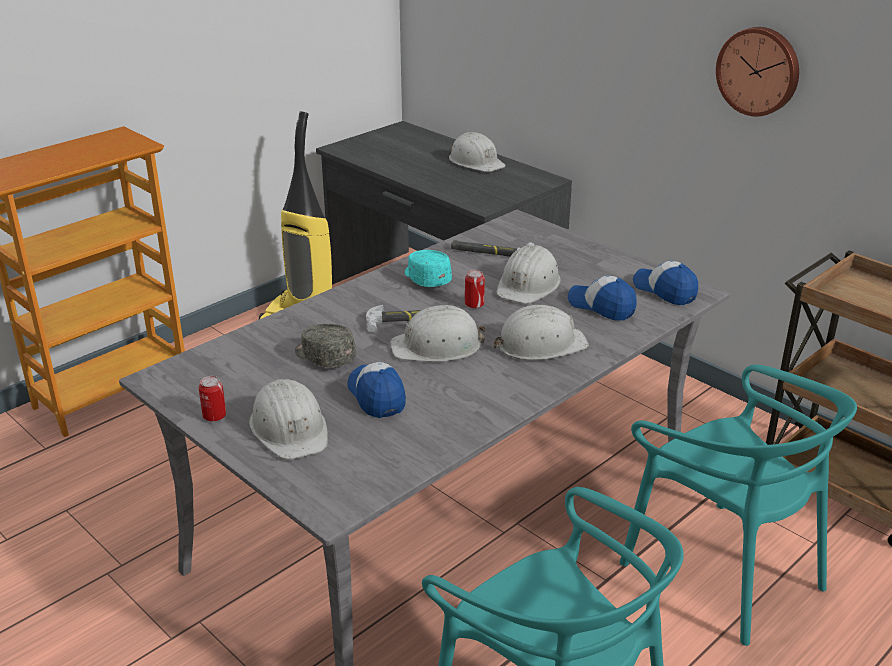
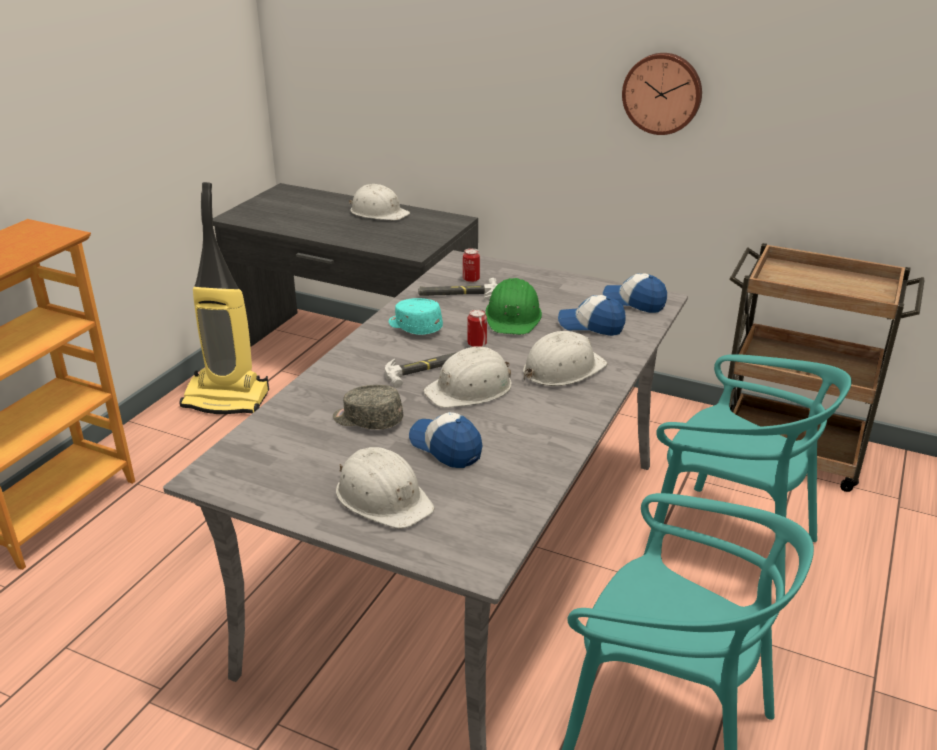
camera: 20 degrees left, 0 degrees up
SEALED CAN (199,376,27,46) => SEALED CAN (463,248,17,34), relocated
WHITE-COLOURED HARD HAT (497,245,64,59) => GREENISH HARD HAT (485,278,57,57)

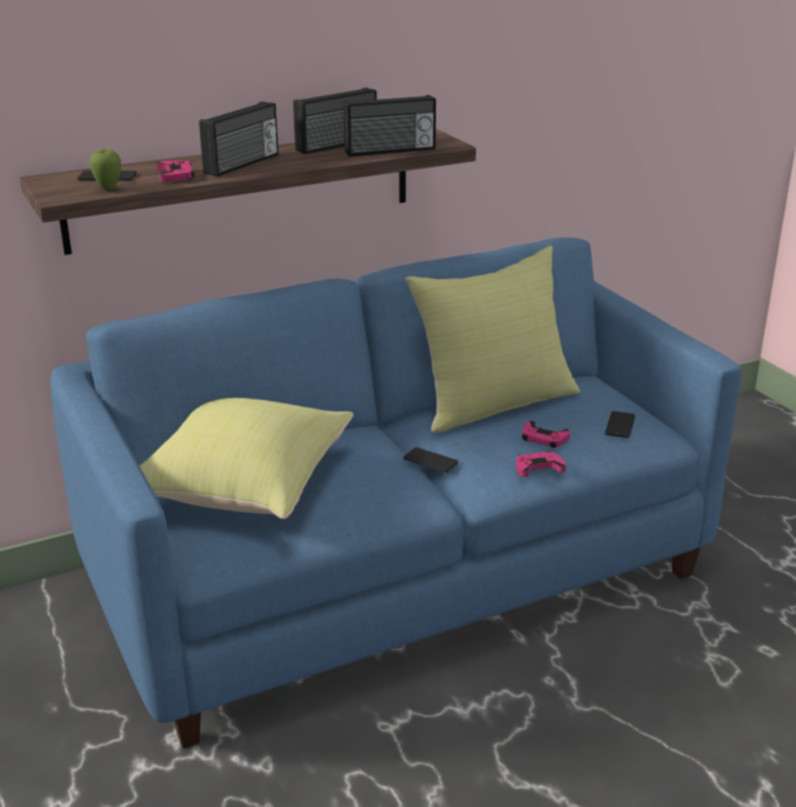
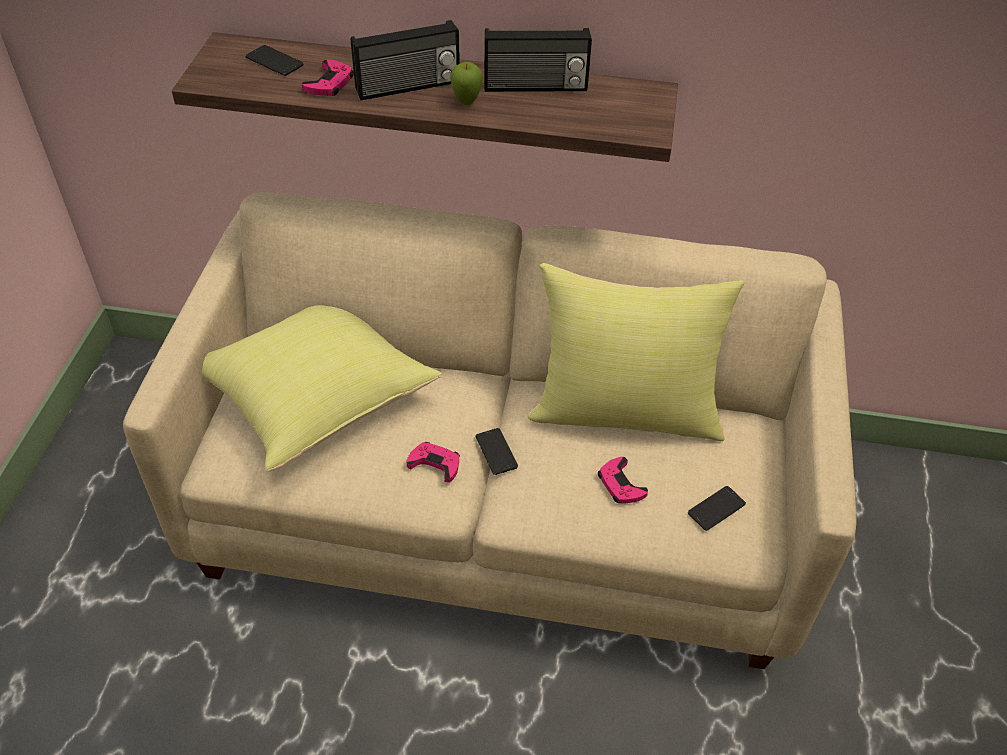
camera: 35 degrees right, 20 degrees up
BLUISH COUCH (50,237,692,512) => BEIGE COUCH (123,192,733,477)
PINK-COLOURED GAMEPAD (516,452,50,25) => PINK-COLOURED GAMEPAD (407,442,53,40), relocated
APPLE FRUIT (89,149,32,41) => APPLE FRUIT (450,62,33,43), relocated
RADIO SET (343,95,93,62) => nothing

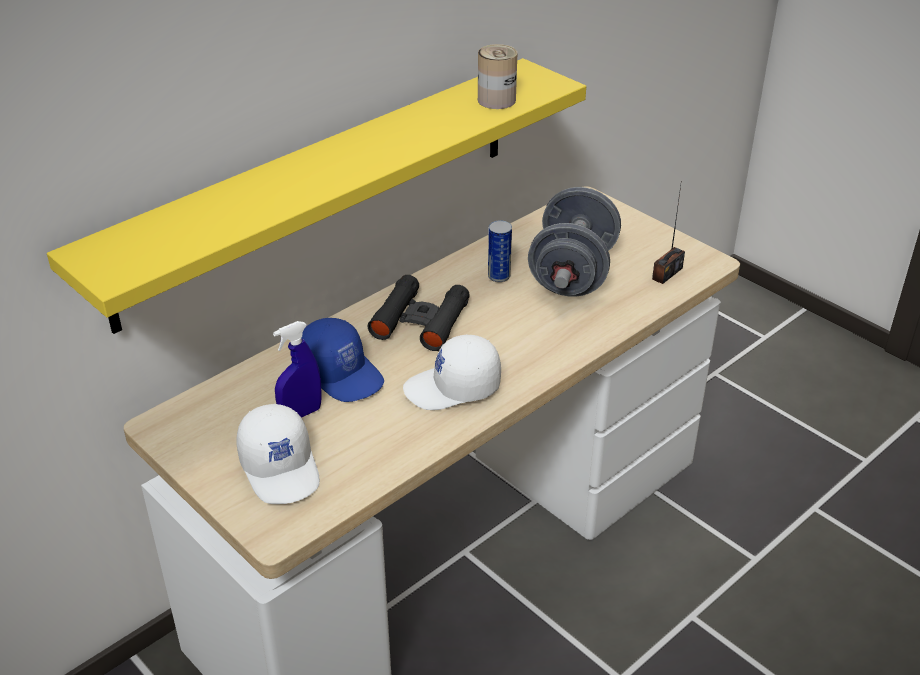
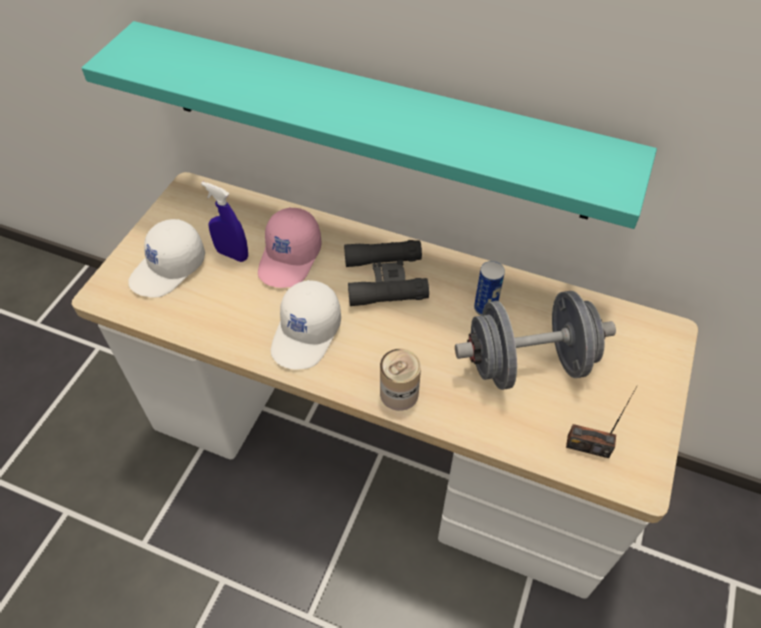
camera: 65 degrees right, 15 degrees up
YELLOWISH WALL SHELF (47,58,539,276) => TURQUOISE-COLOURED WALL SHELF (82,21,575,208)
BLUISH CAP (301,318,83,84) => PINK-COLOURED CAP (258,207,63,81)
WHITE-COLOURED CAP (403,334,98,76) => WHITE-COLOURED CAP (271,280,70,90), 120 degrees counterclockwise
SEALED CAN (478,44,39,65) => SEALED CAN (380,349,41,62), relocated

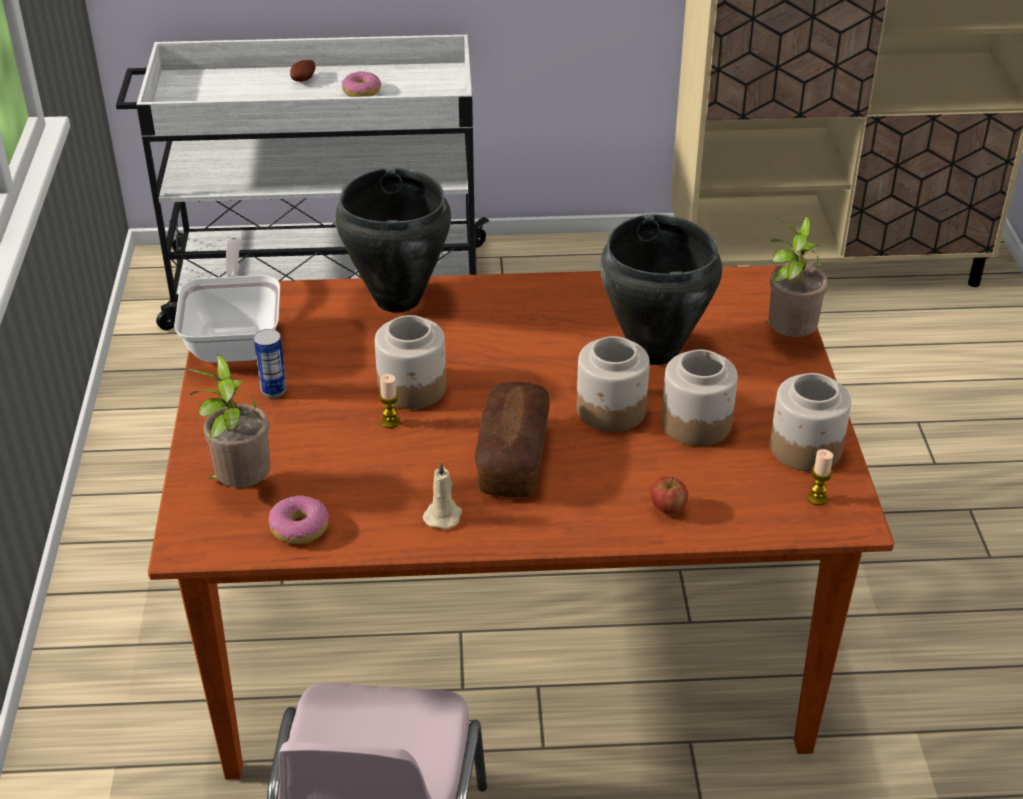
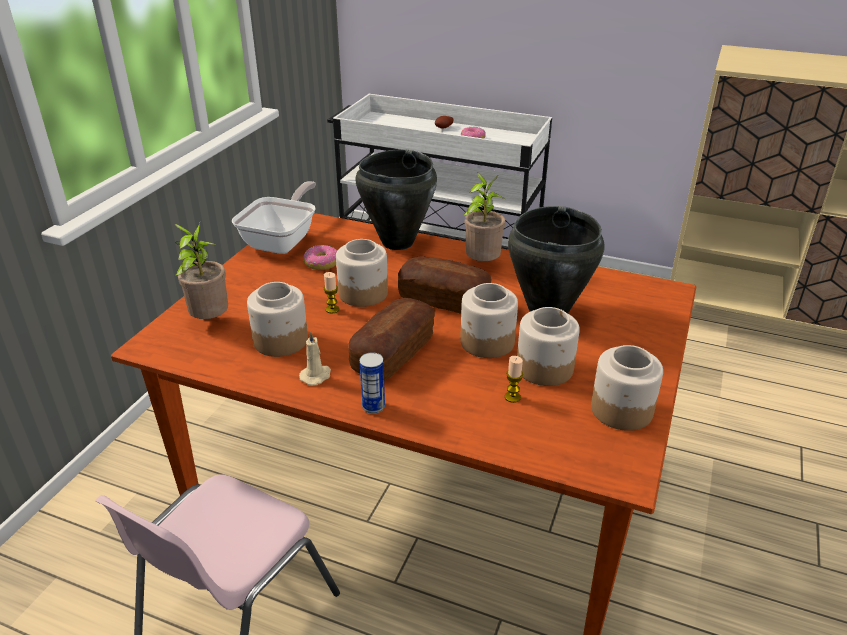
camera: 25 degrees right, 5 degrees down
nothing => PRESERVE JAR (247,282,61,75)
DOUGHNUT (268,495,62,49) => DOUGHNUT (303,245,34,25), relocated
SEALED CAN (254,329,33,69) => SEALED CAN (359,352,26,62), relocated
nothing => BAKED BREAD (398,257,93,57)
HOUSEPLANT (765,216,63,121) => HOUSEPLANT (463,173,42,88), relocated
WAX LIGHT (807,449,26,57) => WAX LIGHT (505,356,18,47), relocated
APPLE FRUIT (650,477,38,38) => nothing

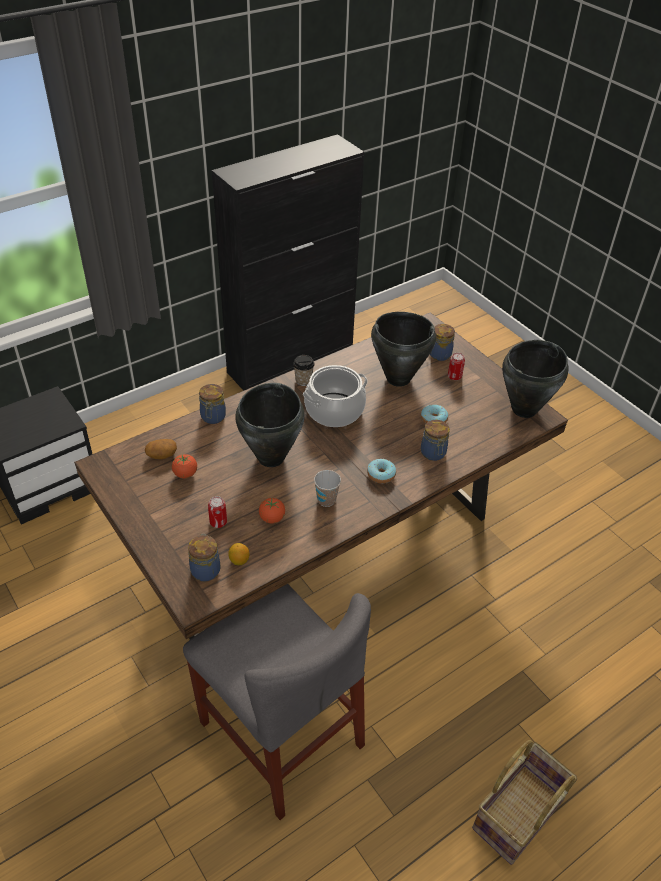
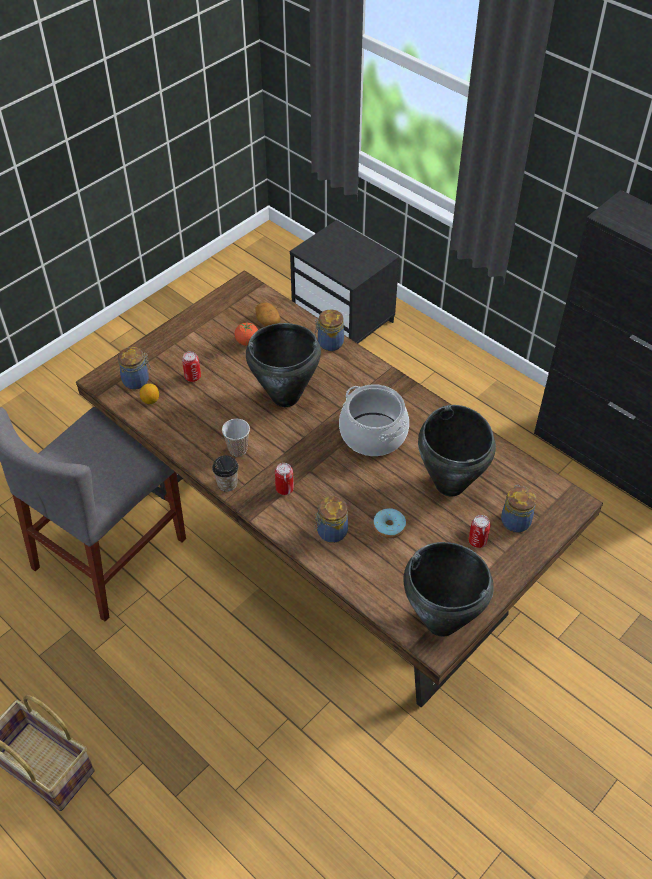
camera: 80 degrees right, 5 degrees up
SMALL CUP (293,355,22,31) => SMALL CUP (212,455,26,37), relocated
DOUGHNUT (367,459,29,25) => SEALED CAN (275,463,19,32)
WHOLE TOMATO (259,498,26,25) => nothing

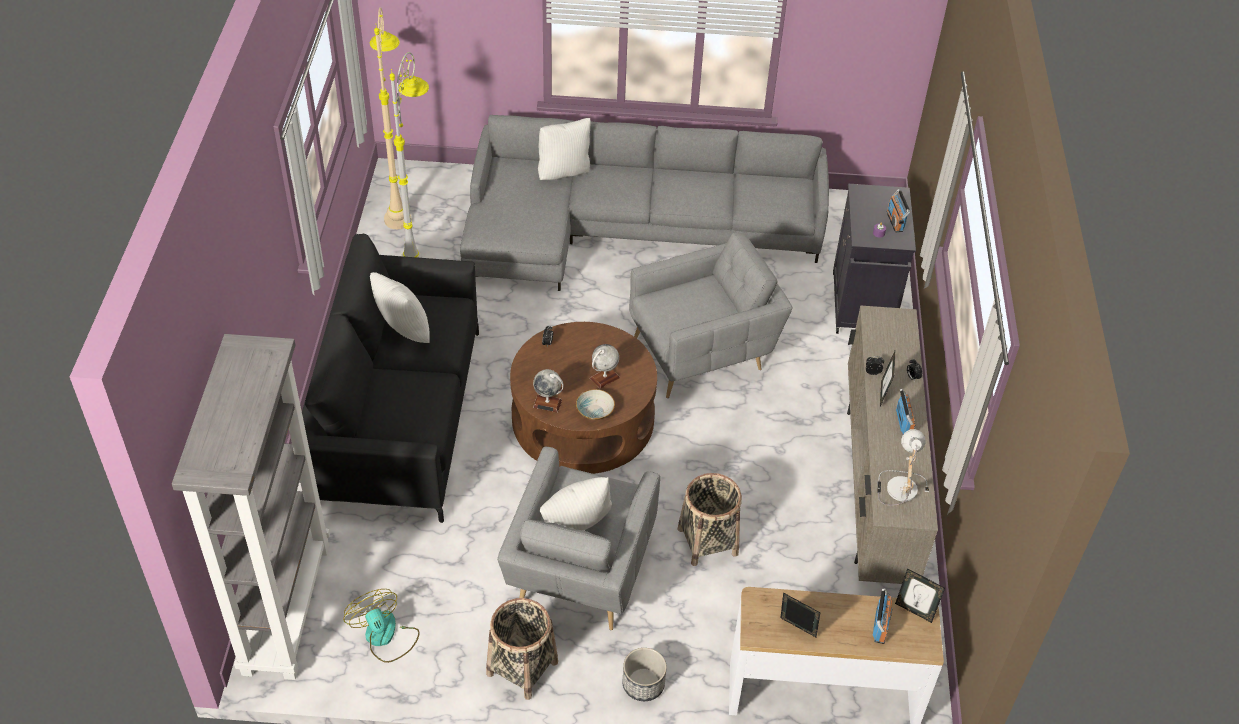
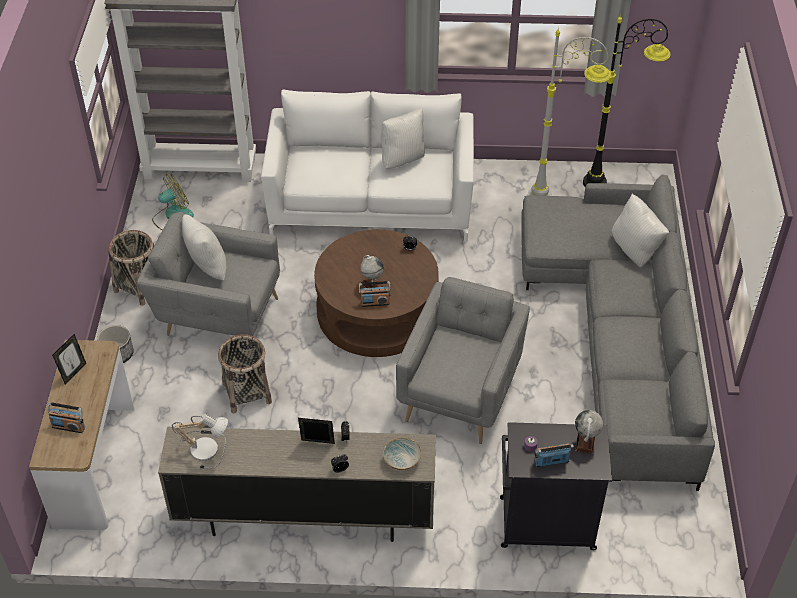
camera: 90 degrees right, 0 degrees up
BLACK-COLOURED COUCH (302,234,177,289) => WHITE-COLOURED COUCH (261,89,213,153)
RADIO SET (896,388,20,46) => RADIO SET (359,281,32,26), relocated
BOWL (576,389,39,31) => BOWL (383,438,38,32), relocated
GREY EASY CHAIR (629,232,164,166) => GREY EASY CHAIR (396,277,134,167), 135 degrees counterclockwise
WORLD GLOBE (533,369,31,44) => WORLD GLOBE (575,410,28,44), relocated
BEIGE STANDING LAMP (370,7,41,222) => BLACK-COLOURED STANDING LAMP (583,14,87,173)
STANDING FRAME (895,568,50,55) => nothing

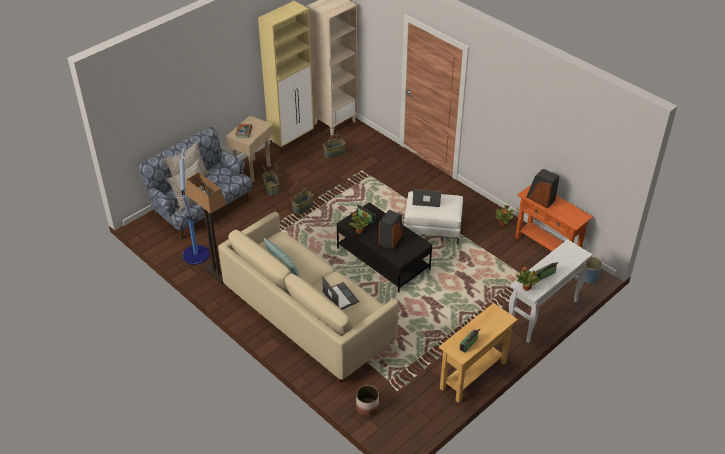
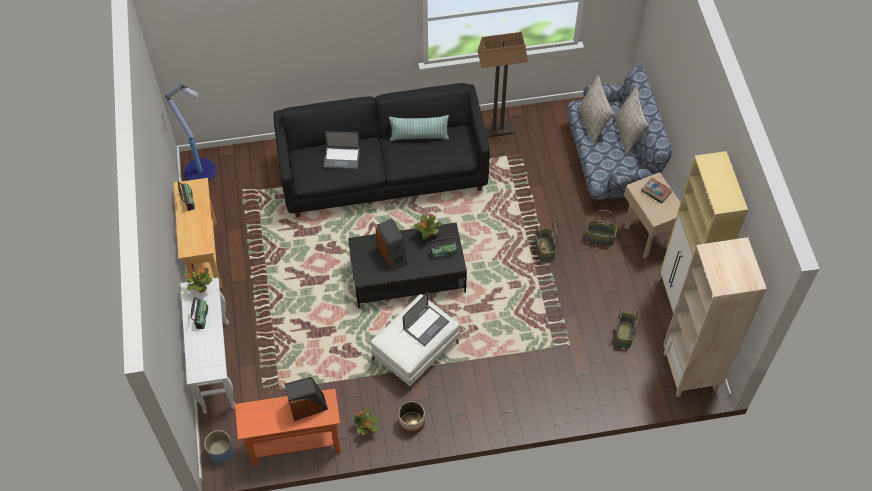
camera: 125 degrees right, 15 degrees up
STANDING LAMP (180,148,30,117) => STANDING LAMP (166,83,50,99), relocated
BEIGE COUCH (218,212,180,171) => BLACK-COLOURED COUCH (273,83,217,134)
PLANTER (356,385,23,31) => PLANTER (398,401,27,34), relocated

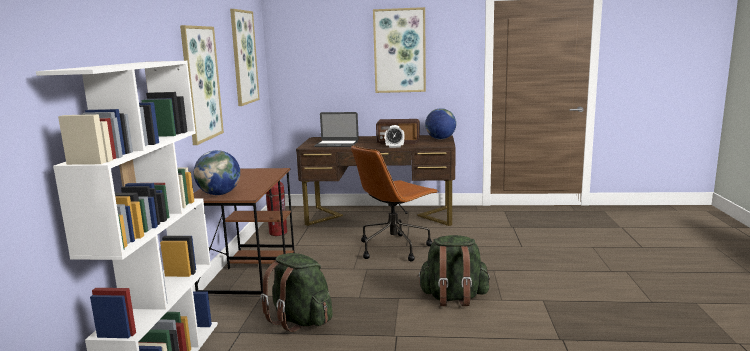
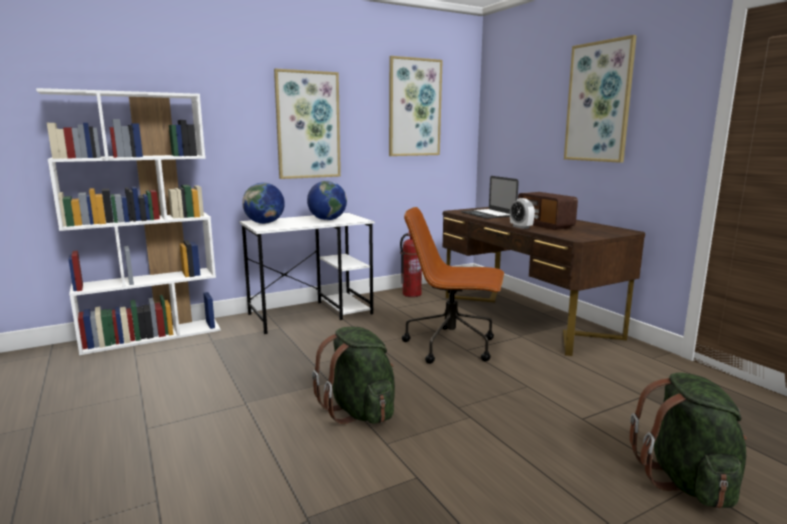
camera: 55 degrees right, 0 degrees up
BROWN-COLOURED DESK (193,168,102,127) => WHITE-COLOURED DESK (239,213,136,121)
WORLD GLOBE (425,108,31,31) => WORLD GLOBE (307,181,40,39), relocated
GREENISH KNAPSACK (260,253,73,79) => GREENISH KNAPSACK (629,372,118,136), relocated

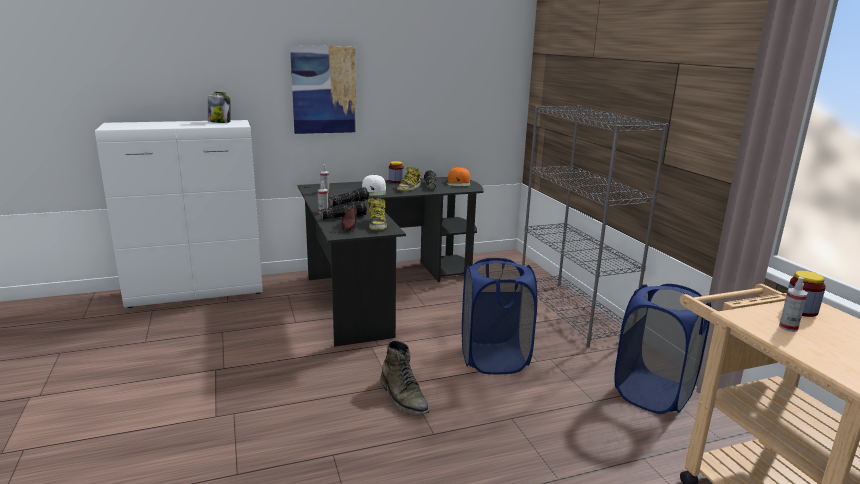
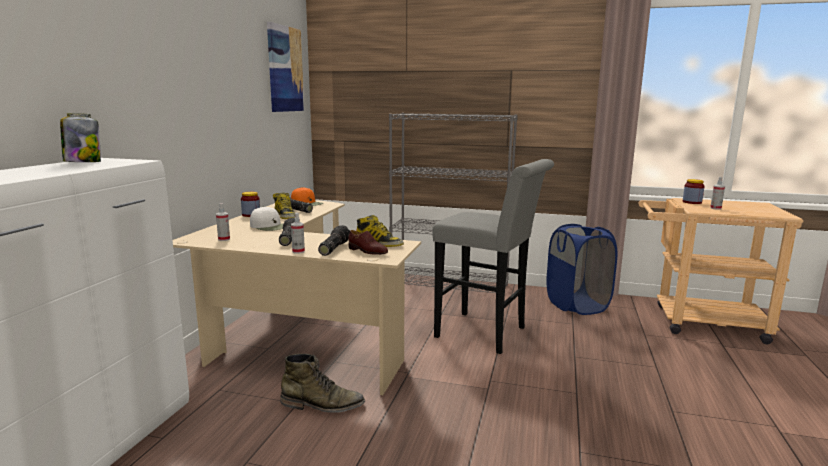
camera: 55 degrees left, 5 degrees down
BLACK-COLOURED DESK (297,177,186,170) => BEIGE DESK (172,200,249,195)
WALL PICTURE (290,45,67,89) => WALL PICTURE (267,22,37,90), relocated
GREENISH BOOT (380,340,49,75) => GREENISH BOOT (280,354,85,59), relocated
BLUISH HAMPER (462,258,75,116) => GREY STOOL (433,159,121,195)

